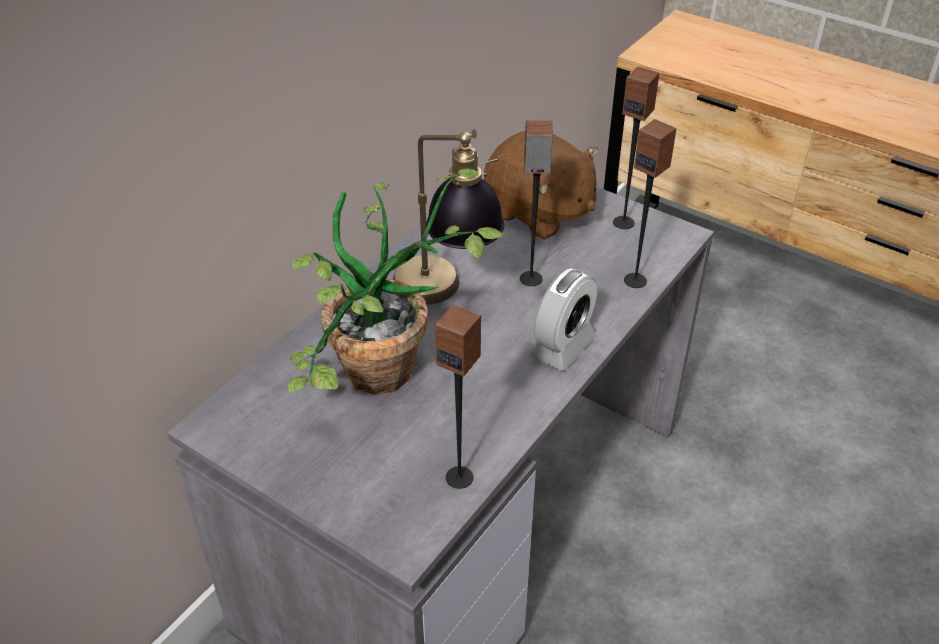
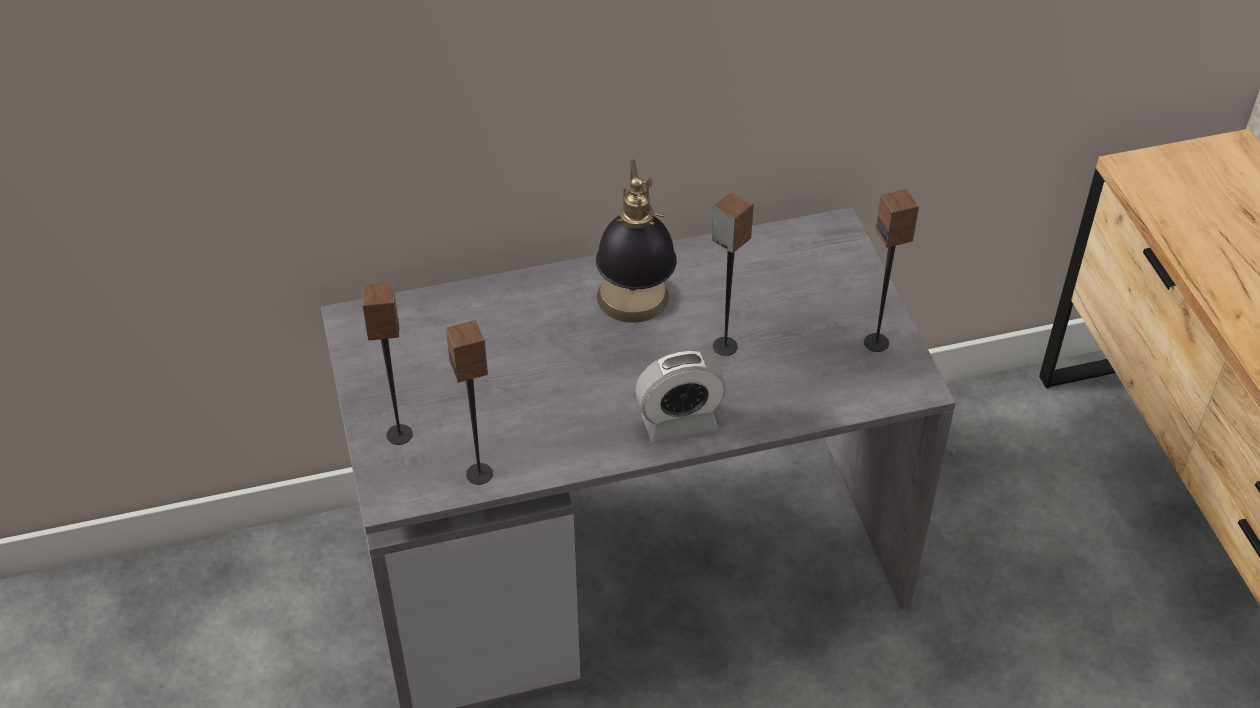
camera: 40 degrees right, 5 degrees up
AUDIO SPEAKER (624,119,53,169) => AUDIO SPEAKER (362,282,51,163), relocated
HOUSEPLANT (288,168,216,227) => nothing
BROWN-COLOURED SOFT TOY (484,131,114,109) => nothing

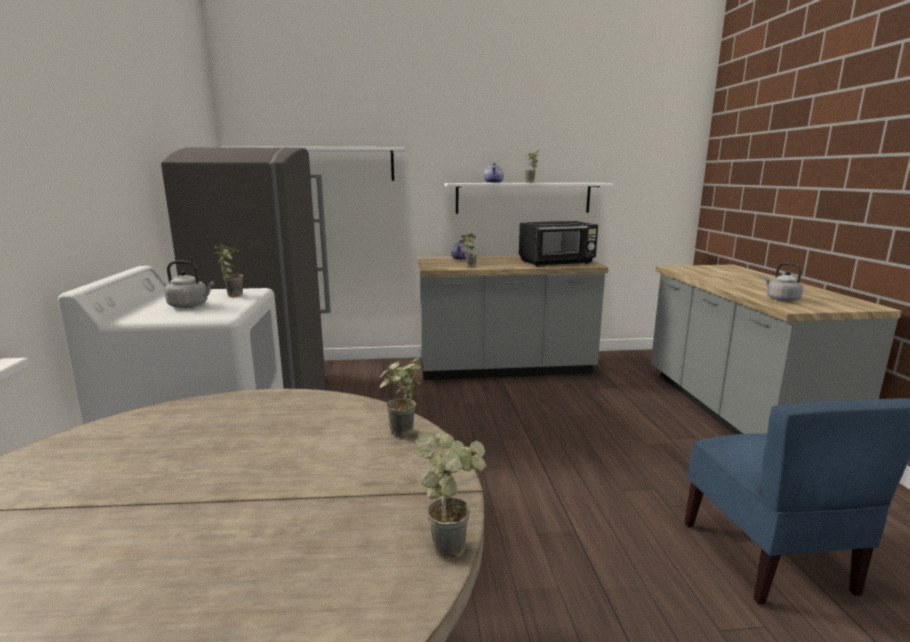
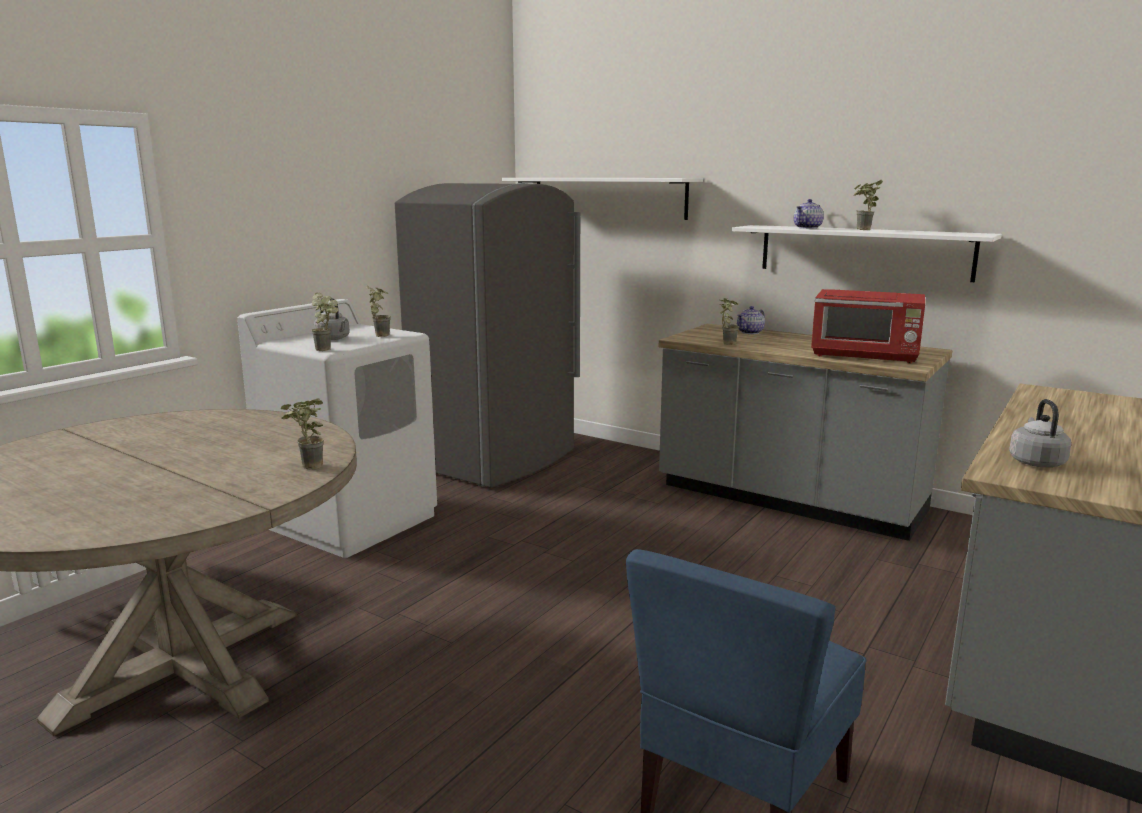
camera: 40 degrees right, 0 degrees up
HOUSEPLANT (415,432,71,127) => HOUSEPLANT (311,292,27,59), relocated
BLACK-COLOURED KITCHEN MICROWAVE (519,221,79,46) => RED KITCHEN MICROWAVE (811,289,114,74)

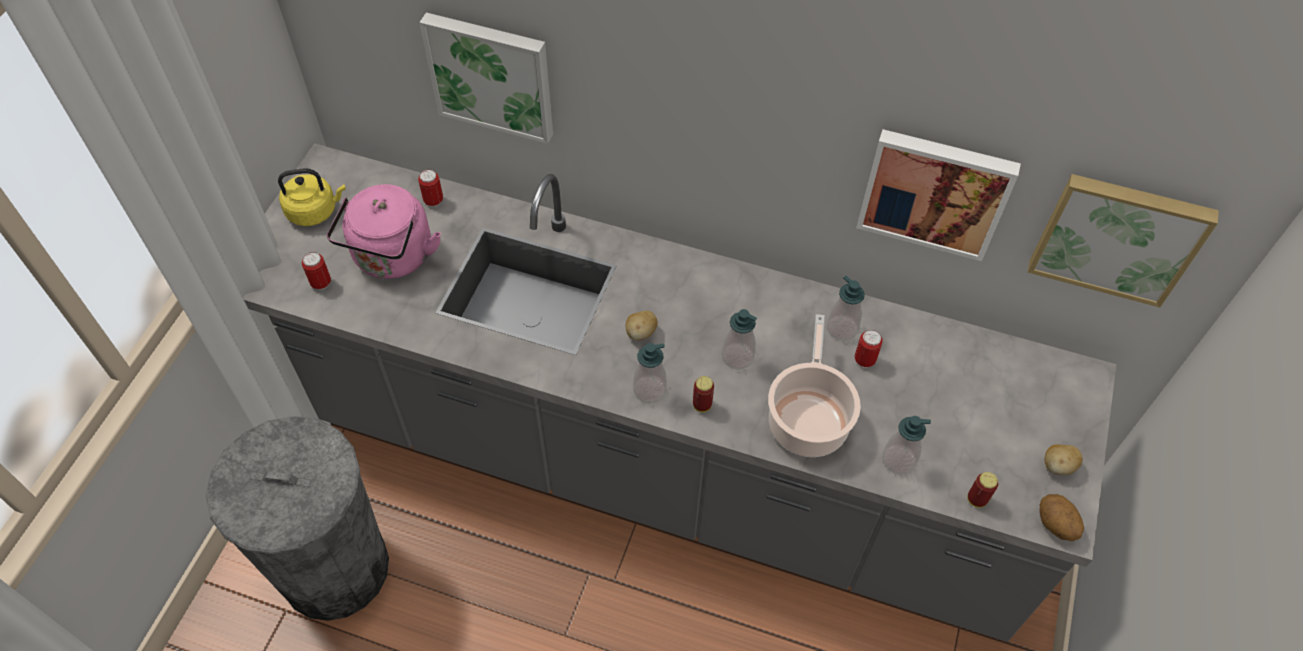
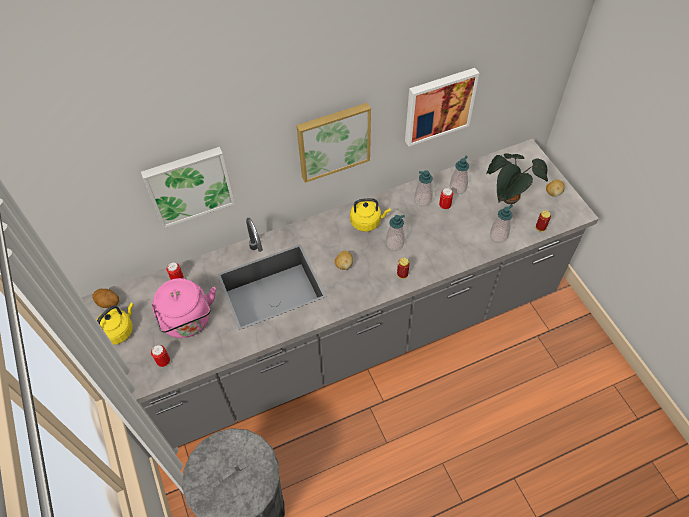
camera: 40 degrees left, 0 degrees up
POTATO (1039,494,45,47) => POTATO (92,289,27,19), relocated
WALL PICTURE (1028,174,191,133) => WALL PICTURE (296,103,75,80), relocated
nothing => YELLOWISH TEA KETTLE (350,198,41,34)
SOAP BOTTLE (633,343,34,60) => SOAP BOTTLE (450,155,19,39), relocated
nothing => HOUSEPLANT (486,153,62,51)
SAUCEPOT (768,314,93,143) => nothing

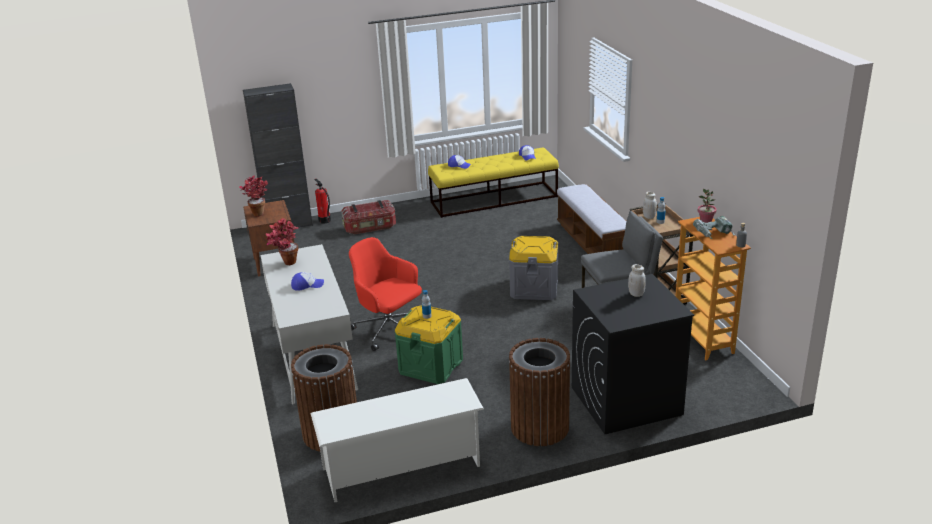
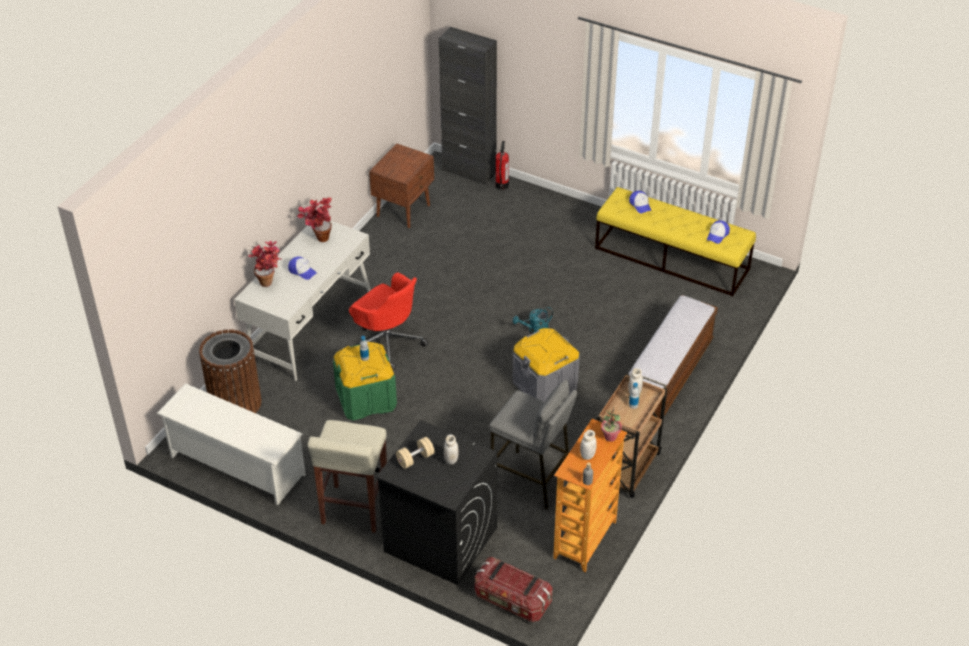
camera: 45 degrees right, 15 degrees up
HOUSEPLANT (239,176,29,41) => HOUSEPLANT (248,241,34,46), relocated
BROWN-COLOURED WASTE BIN (509,338,62,108) => BEIGE STOOL (308,420,79,113)
RED COMPUTER CHAIR (349,237,73,114) => RED COMPUTER CHAIR (349,272,79,98), 135 degrees clockwise
nothing => BEIGE HAND WEIGHT (396,437,39,32)
STORAGE BIN (341,200,55,35) => STORAGE BIN (475,557,78,65), relocated
nothing => TURQUOISE-COLOURED WATERING POT (513,307,40,27)
DRILL (693,216,42,23) => WHITE-COLOURED PRESERVE JAR (580,430,17,30)

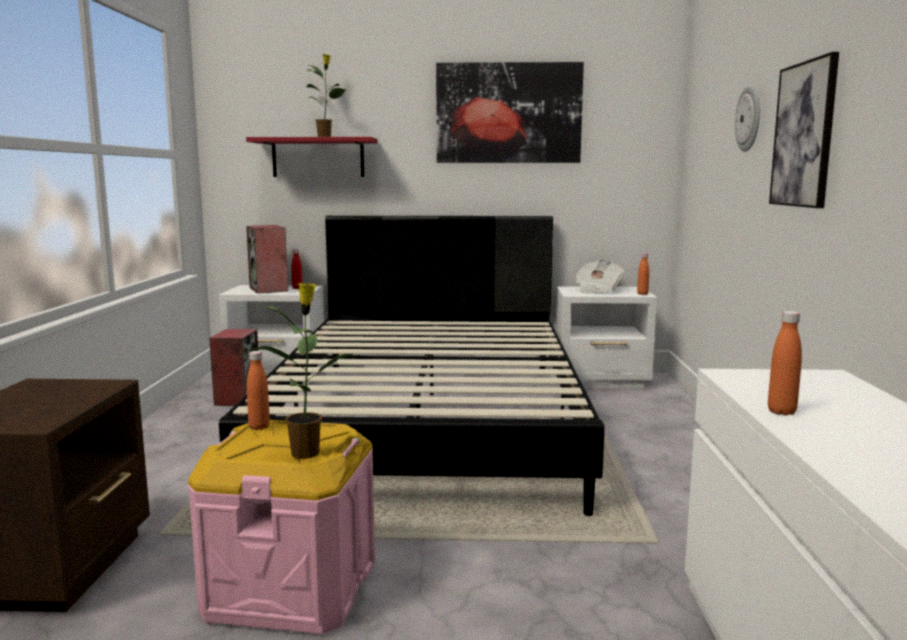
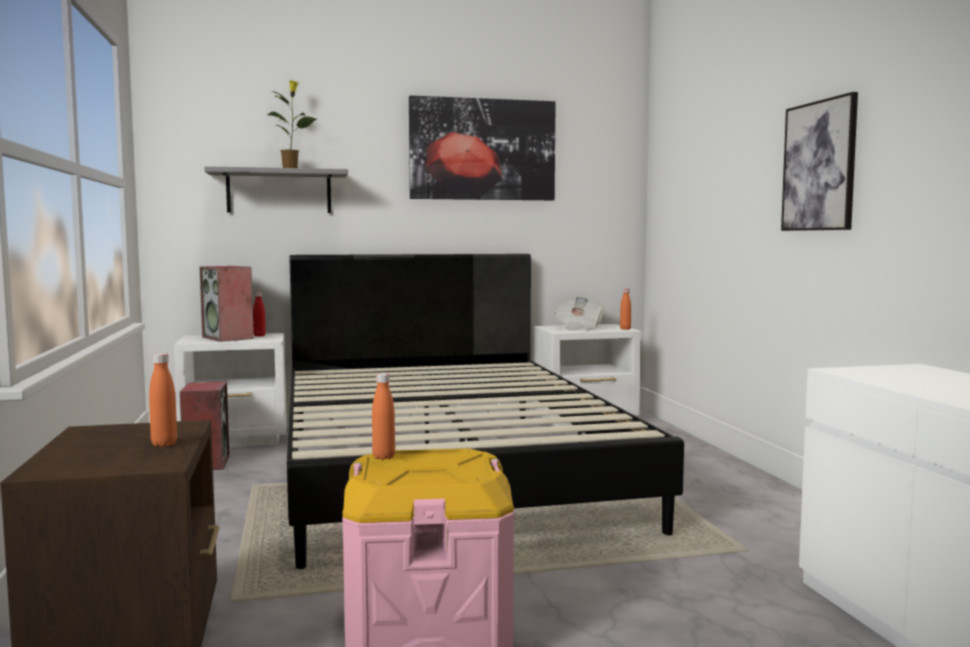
camera: 15 degrees left, 5 degrees down
ORANGE-COLOURED BOTTLE (768,311,34,104) => ORANGE-COLOURED BOTTLE (149,353,28,94), relocated
RED WALL SHELF (246,137,131,40) => GREY WALL SHELF (204,166,144,47)
HOUSEPLANT (250,283,110,176) => nothing
CLOCK ON THE WALL (735,86,25,66) => nothing

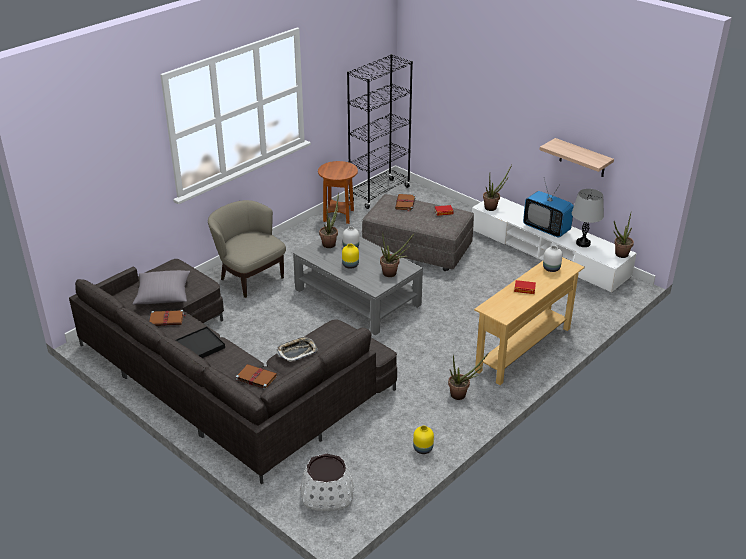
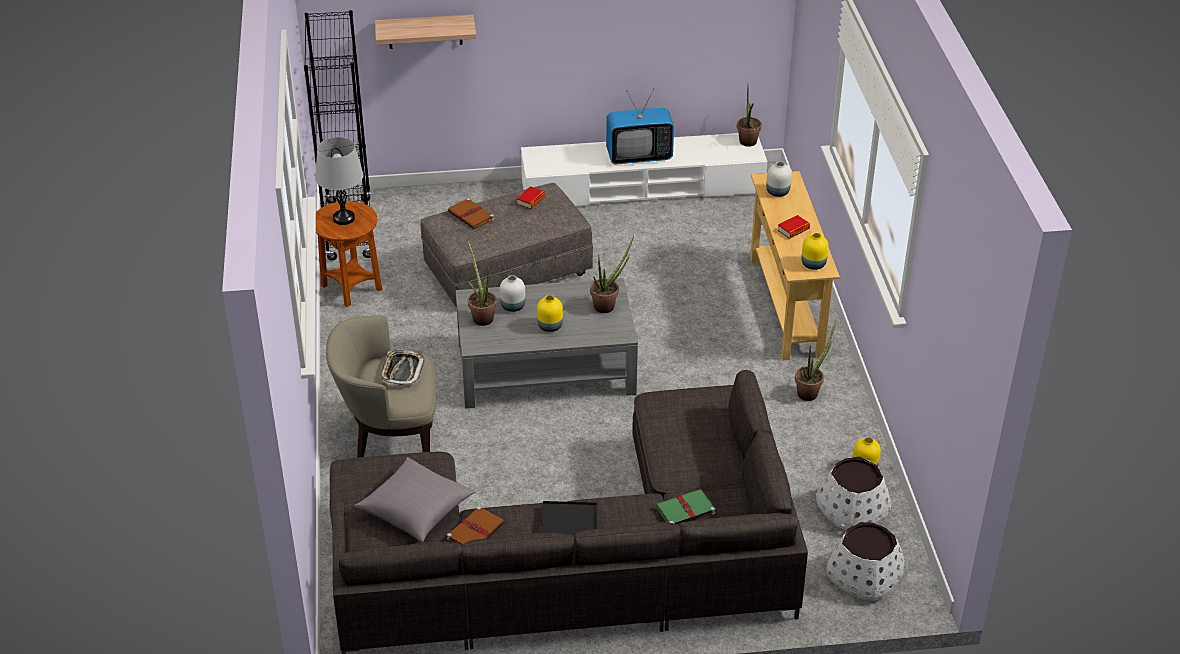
camera: 50 degrees left, 5 degrees up
GREY TABLETOP LAMP (572,189,32,58) => GREY TABLETOP LAMP (315,137,49,88), relocated
WALL SHELF (539,138,75,39) => WALL SHELF (375,14,101,35), relocated
CARRYING TRAY (276,336,42,26) => CARRYING TRAY (380,349,45,38), relocated
BROWN-COLOURED BOOK (235,364,42,25) => GREENISH BOOK (656,489,59,36)
nothing => YELLOWISH DECORATIVE VASE (801,233,27,37)
nothing => WHITE-COLOURED PLANTER (816,456,75,75)
HOUSEPLANT (483,165,29,46) => nothing

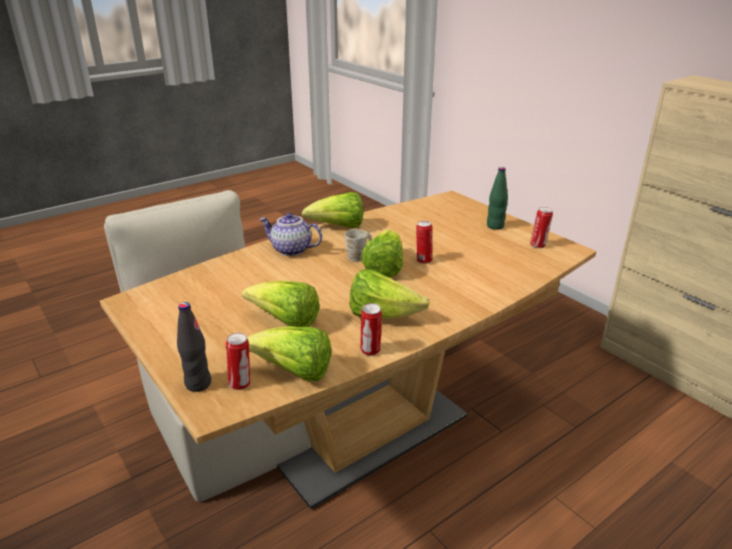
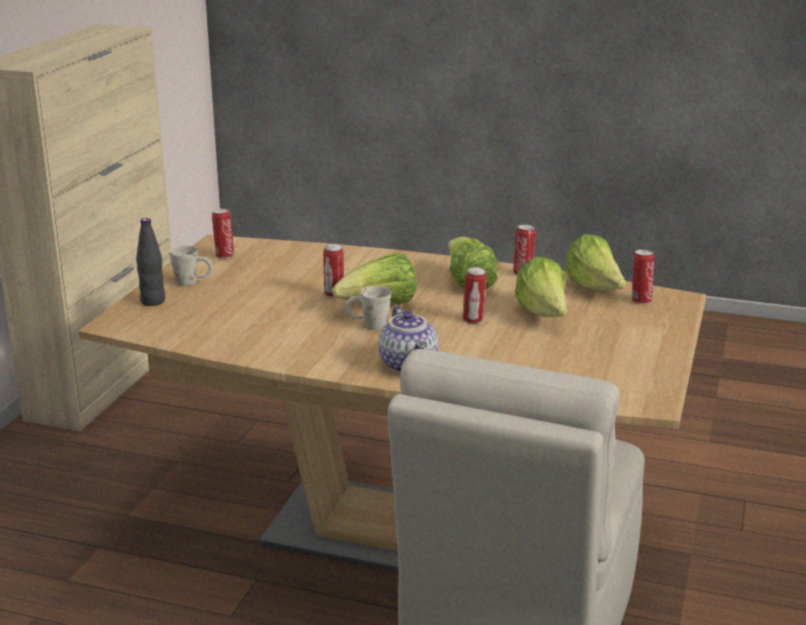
camera: 125 degrees left, 5 degrees down
BLACK-COLOURED BOTTLE (177,302,34,90) => BLACK-COLOURED BOTTLE (136,218,29,88), relocated
GREENISH BOTTLE (487,167,21,63) => WHITE-COLOURED TEA MUG (169,245,44,41)
nothing => SEALED CAN (462,267,25,56)
LETTUCE HEAD (302,192,61,36) => nothing

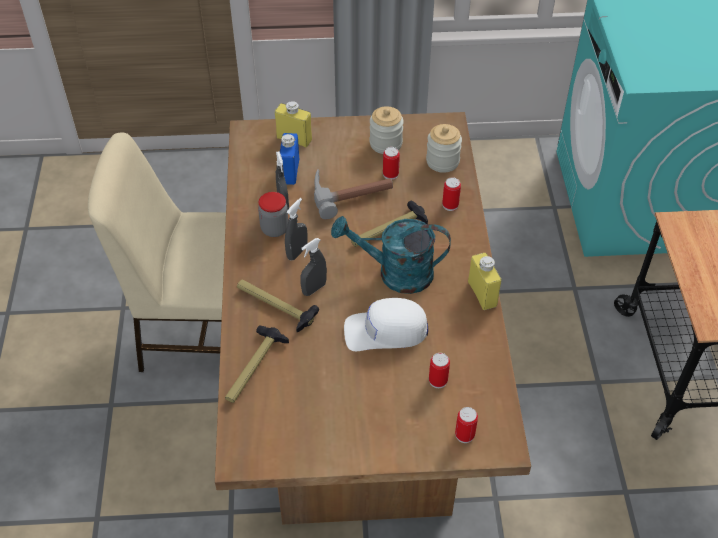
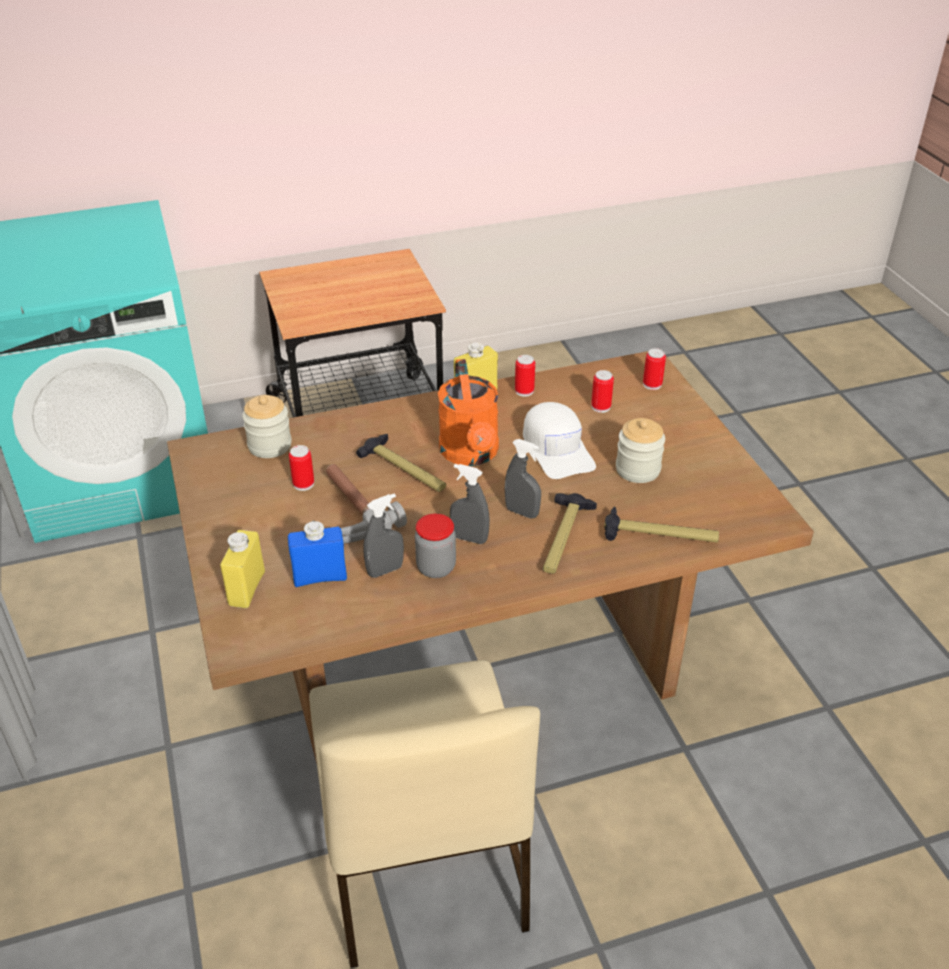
camera: 105 degrees left, 10 degrees down
TURQUOISE-COLOURED WATERING POT (331,216,120,78) => ORANGE-COLOURED WATERING POT (438,359,61,107)
SEALED CAN (442,177,19,34) => SEALED CAN (515,355,20,42), relocated
PRESERVE JAR (369,106,35,48) => PRESERVE JAR (616,418,49,65), relocated

